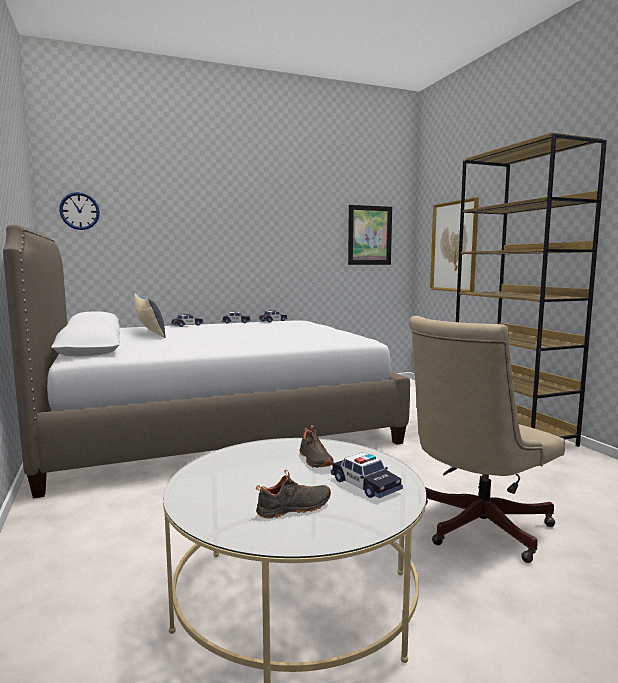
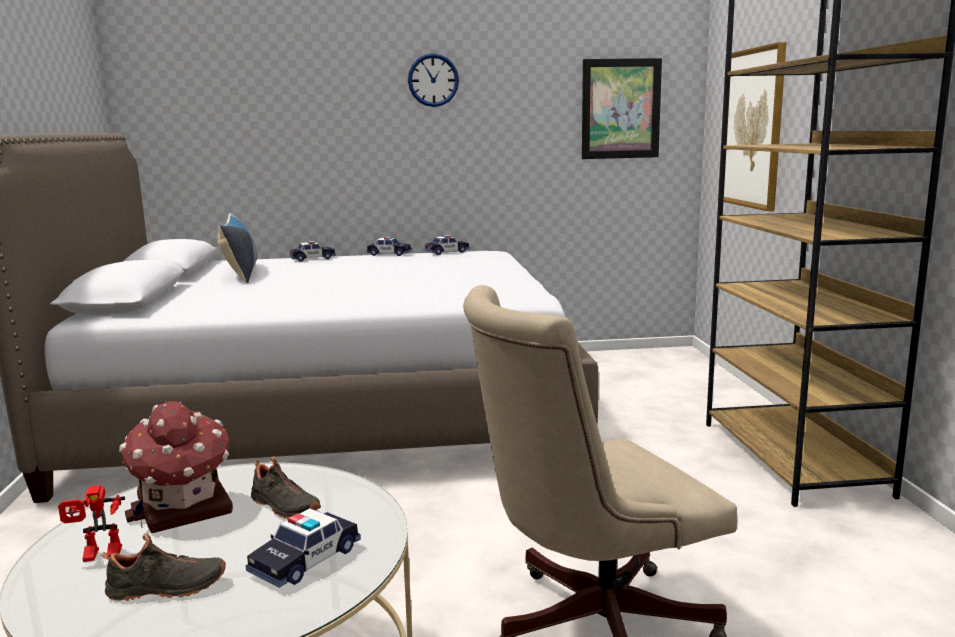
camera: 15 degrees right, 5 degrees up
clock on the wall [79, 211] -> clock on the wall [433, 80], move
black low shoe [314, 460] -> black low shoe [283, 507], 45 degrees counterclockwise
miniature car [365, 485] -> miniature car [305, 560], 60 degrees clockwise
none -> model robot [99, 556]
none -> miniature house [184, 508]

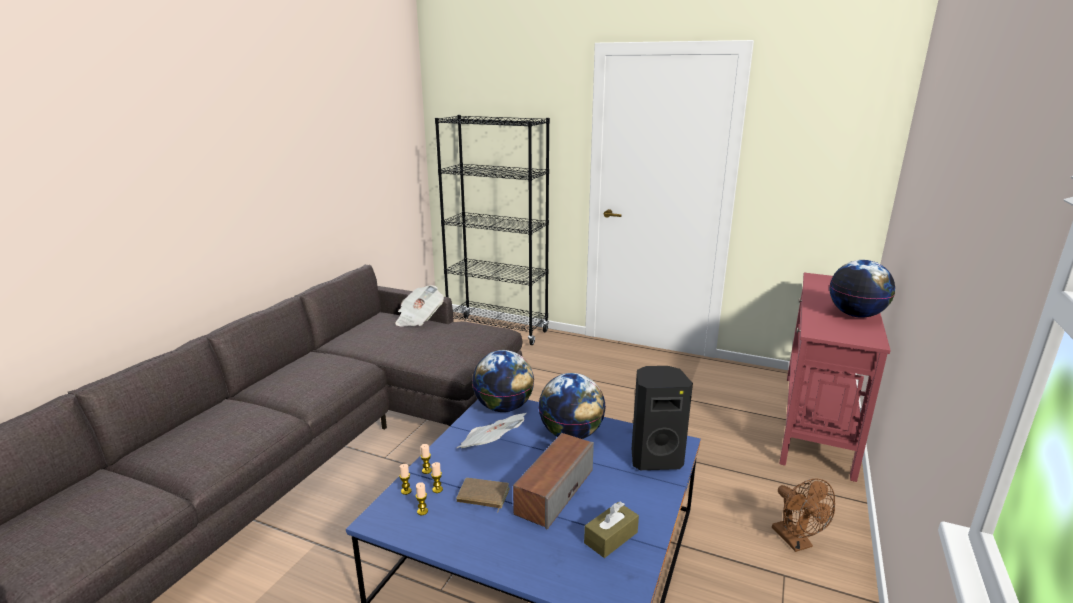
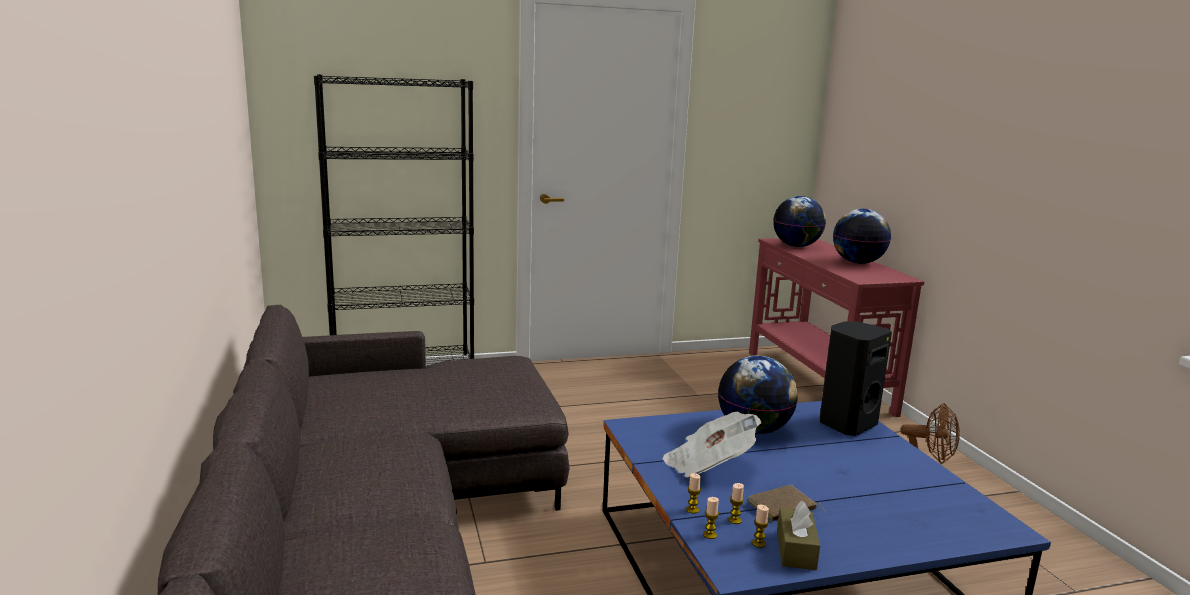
camera: 40 degrees left, 5 degrees down
newspaper [419, 319] -> none
globe [504, 407] -> globe [796, 246], move
audio speaker [554, 491] -> none
brownish box of tissues [611, 537] -> brownish box of tissues [796, 550], move

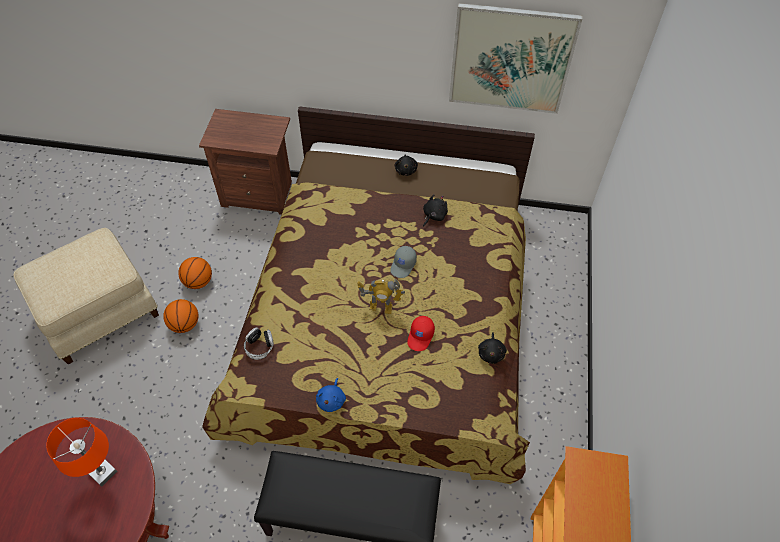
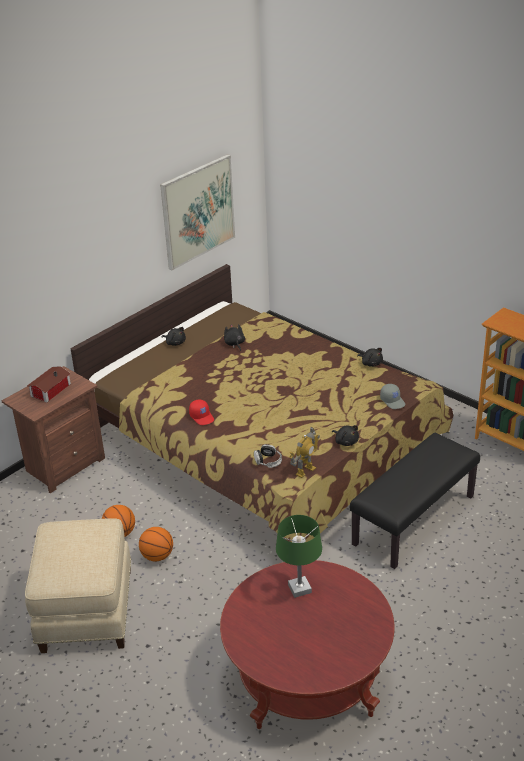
camera: 55 degrees left, 20 degrees down
orange-coloured table lamp [103, 473] -> greenish table lamp [300, 588]
blue-coloured cuddly toy [332, 400] -> black cuddly toy [346, 441]
model robot [381, 307] -> model robot [305, 471], move
grey cap [403, 265] -> grey cap [393, 401], move
reddish cap [421, 336] -> reddish cap [202, 417], move
none -> miniature house [49, 390]

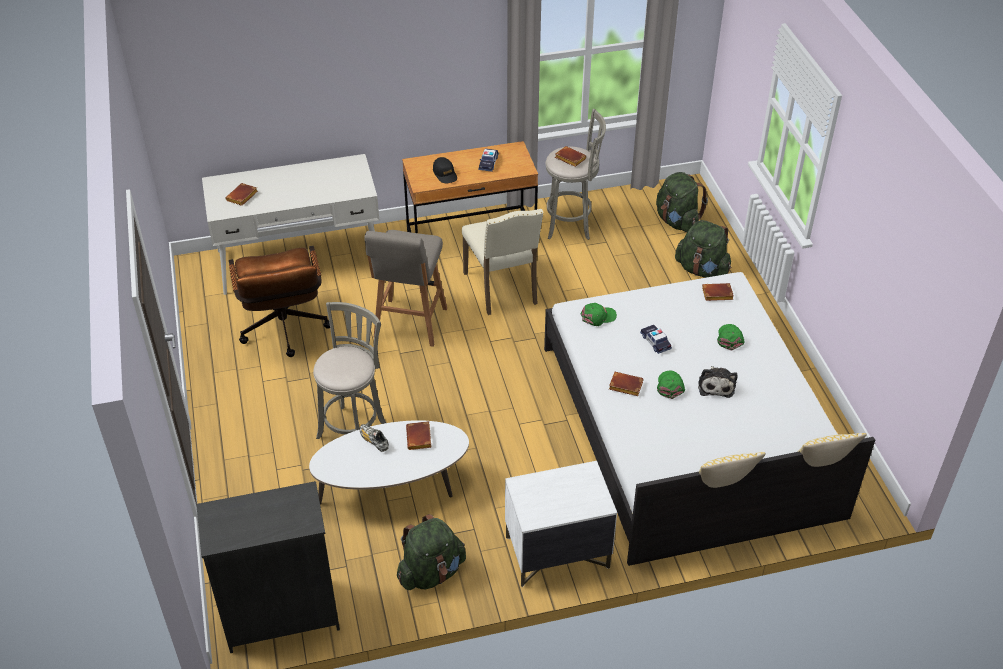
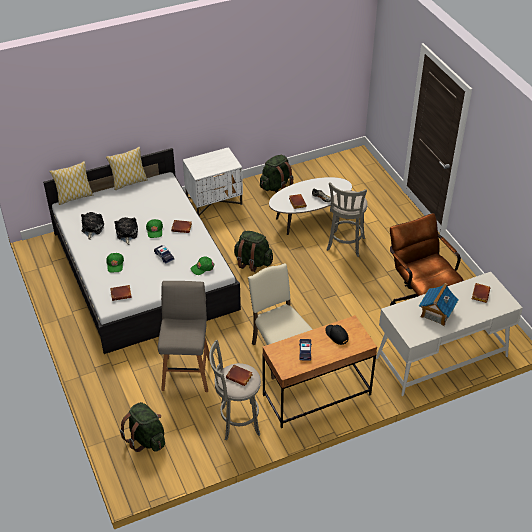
camera: 170 degrees right, 0 degrees up
black chest of drawers [281, 615] -> none
grey sitting stool [409, 324] -> grey sitting stool [187, 372], move
greenish knapsack [702, 270] -> greenish knapsack [252, 262], move
none -> cuddly toy [92, 229]
none -> miniature house [436, 313]

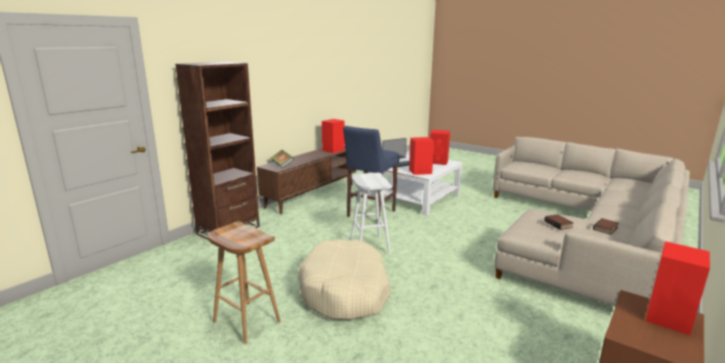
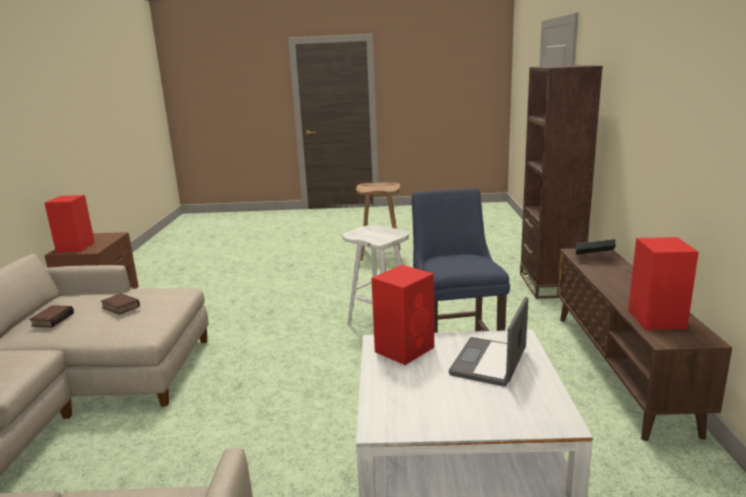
camera: 145 degrees right, 0 degrees up
sand-coloured dog cushion [345, 291] -> none
reddish audio speaker [439, 162] -> none

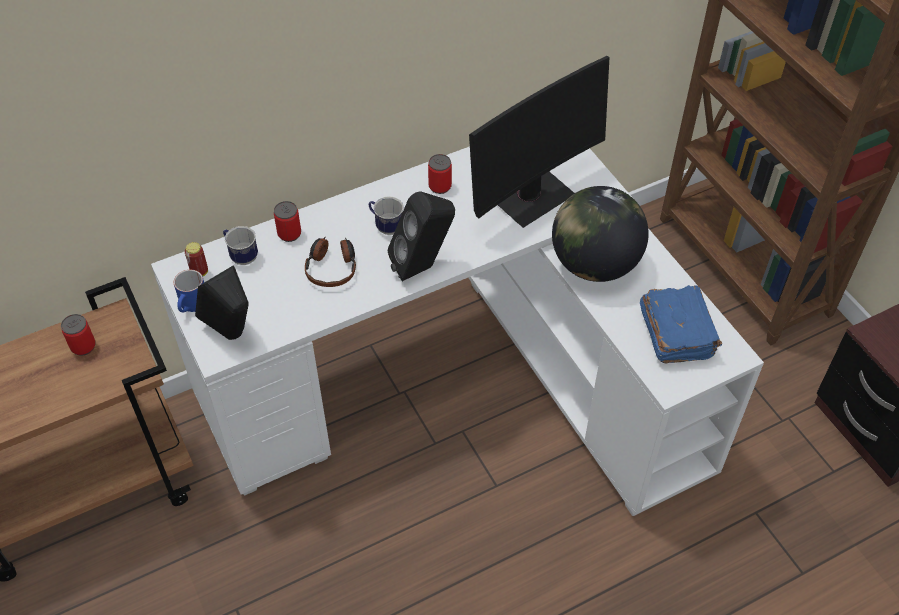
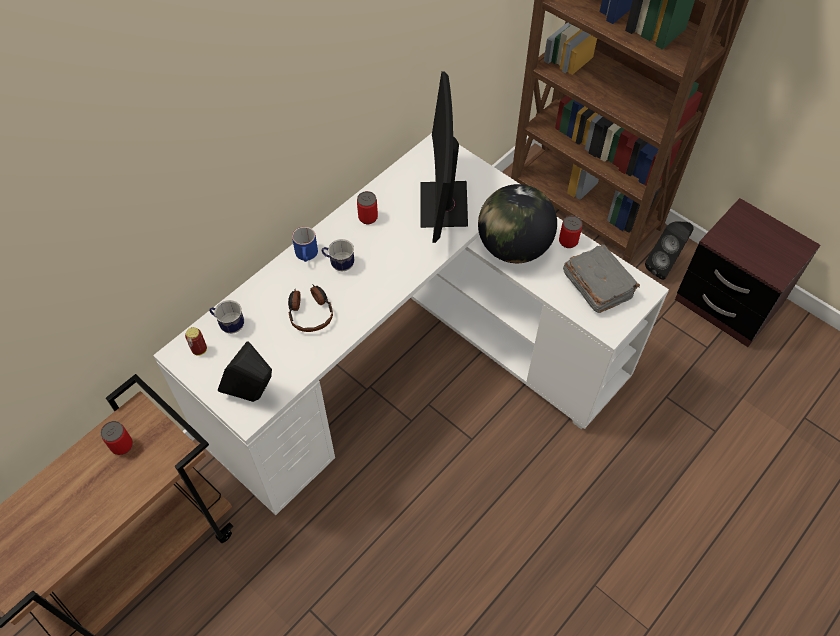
camera: 20 degrees left, 5 degrees up
blue-coloured mug [192, 305] -> blue-coloured mug [307, 255], move
metal can [289, 234] -> metal can [568, 241], move
black audio speaker [423, 266] -> black audio speaker [664, 266], move
monitor [530, 196] -> monitor [443, 205], 150 degrees clockwise
blue-coloured bound book [676, 333] -> grey bound book [597, 285]

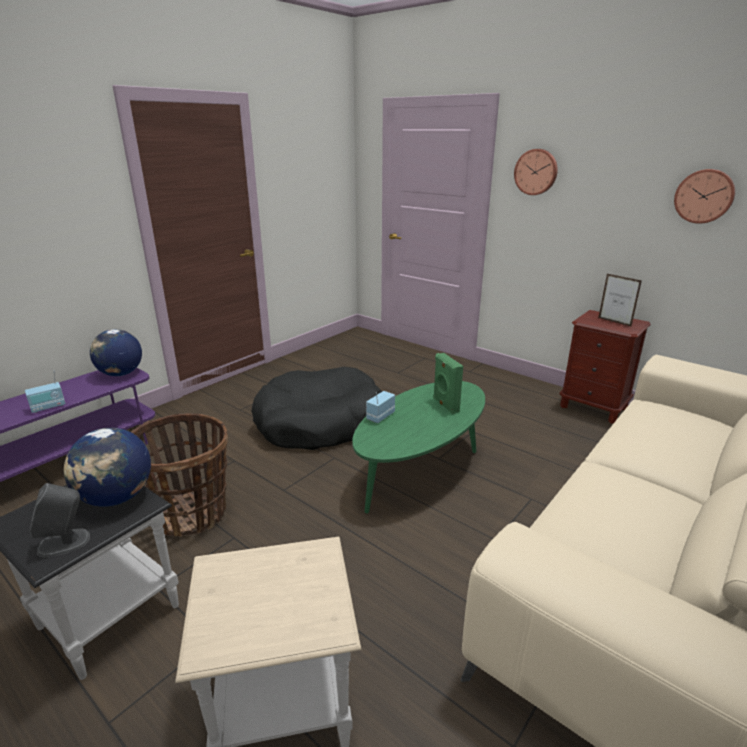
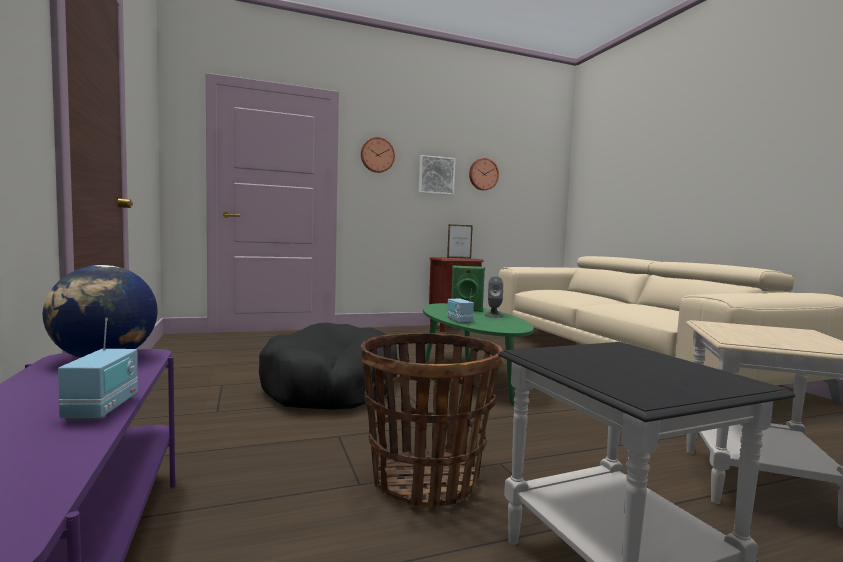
camera: 60 degrees left, 20 degrees down
grey audio speaker [64, 543] -> grey audio speaker [493, 315], move
globe [116, 498] -> none
none -> picture [436, 175]

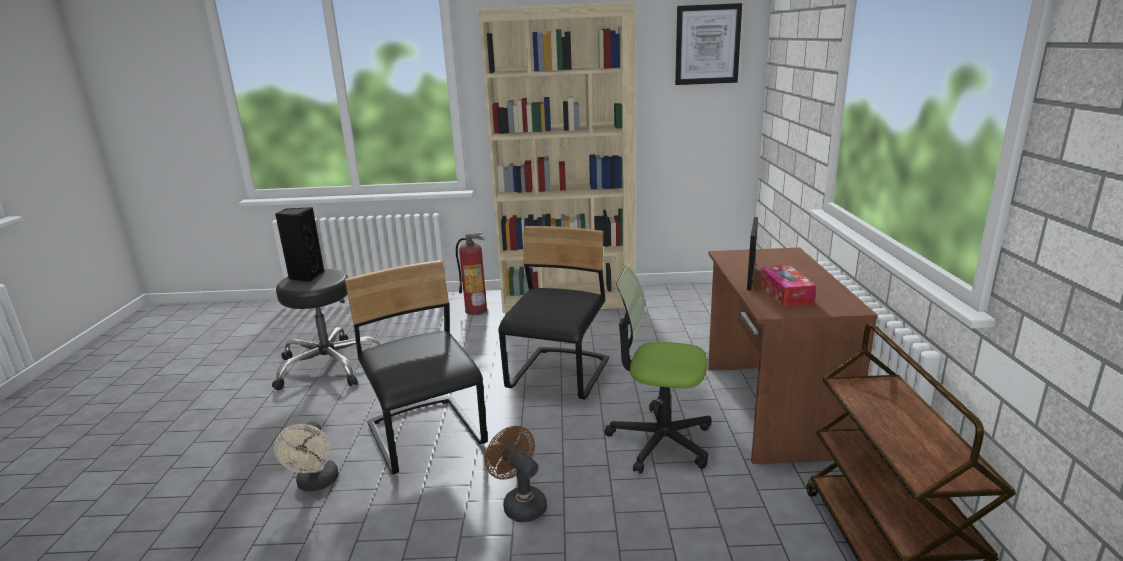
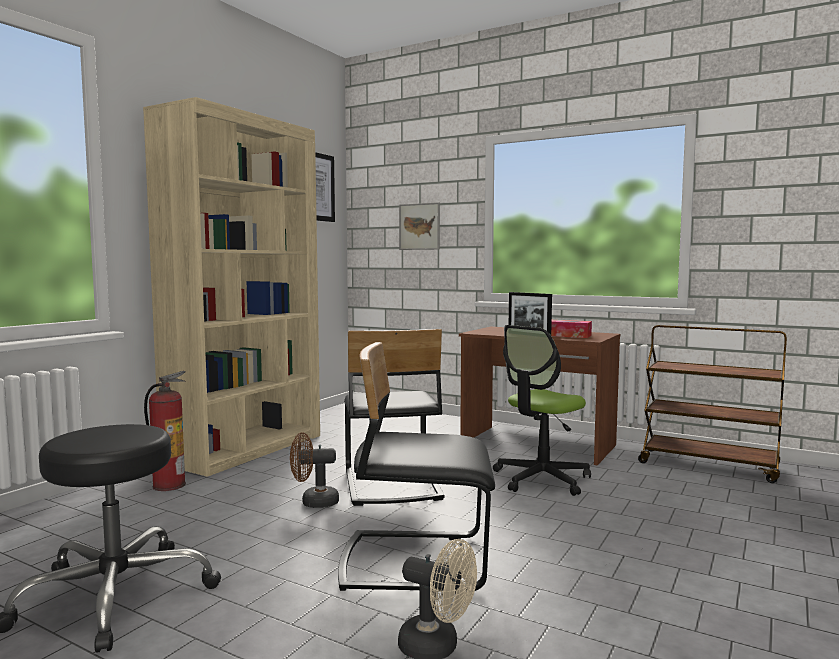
camera: 60 degrees left, 15 degrees down
black audio speaker [306, 276] -> none
brownish cooling fan [520, 504] -> brownish cooling fan [313, 502], move
black chair [560, 376] -> black chair [390, 484], 150 degrees counterclockwise
none -> picture [419, 226]

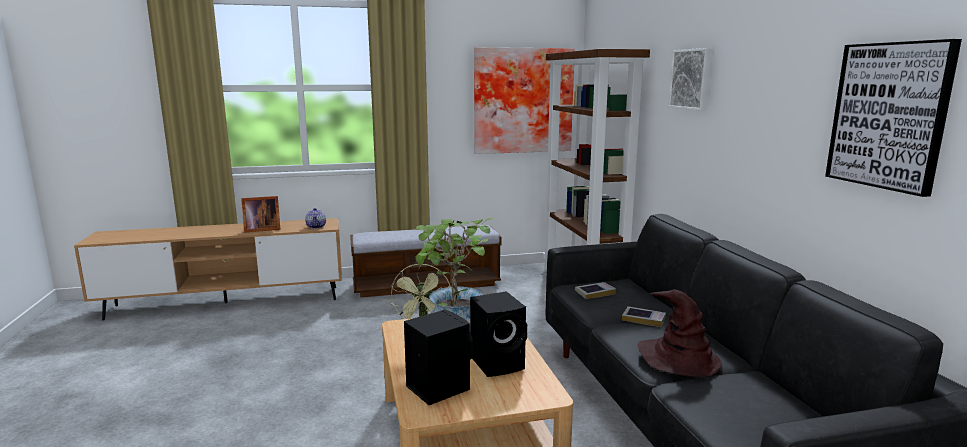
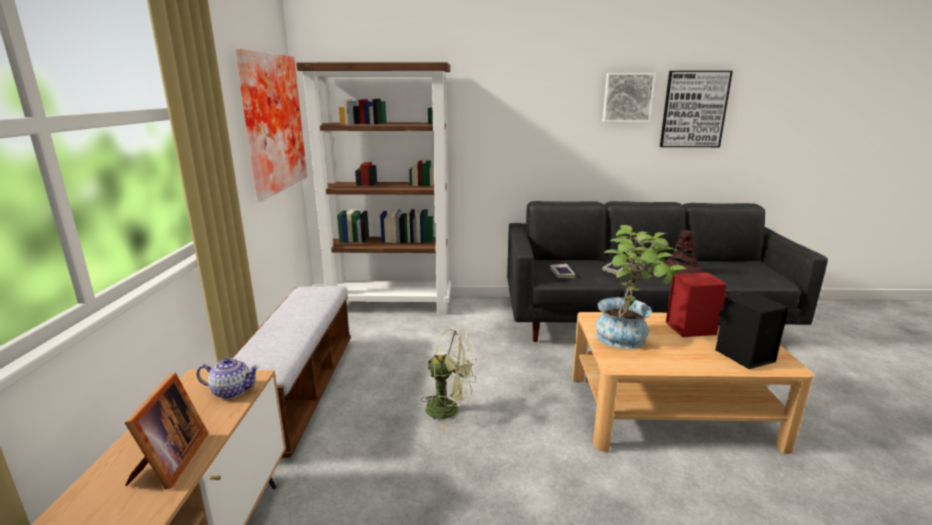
camera: 75 degrees left, 5 degrees up
black audio speaker [499, 363] -> reddish audio speaker [690, 328]
picture [692, 79] -> picture [627, 97], move

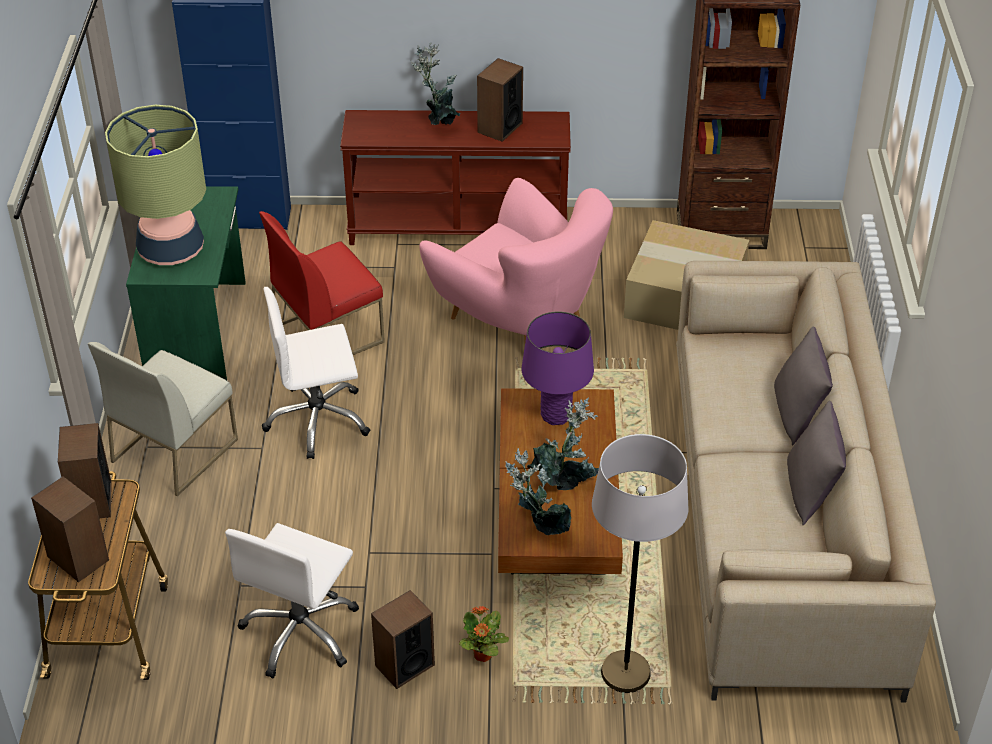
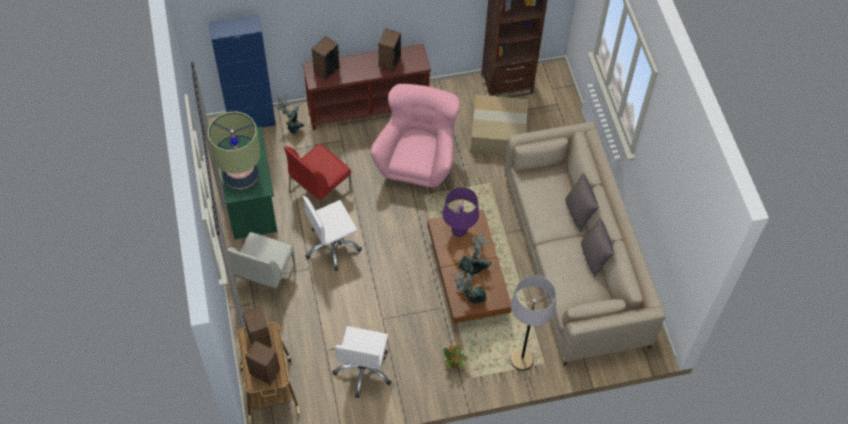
camera: 15 degrees left, 15 degrees up
audio speaker [404, 665] -> audio speaker [326, 69], move
houseplant [439, 122] -> houseplant [292, 127], move
pinkish easy chair [519, 321] -> pinkish easy chair [417, 164], 105 degrees counterclockwise

